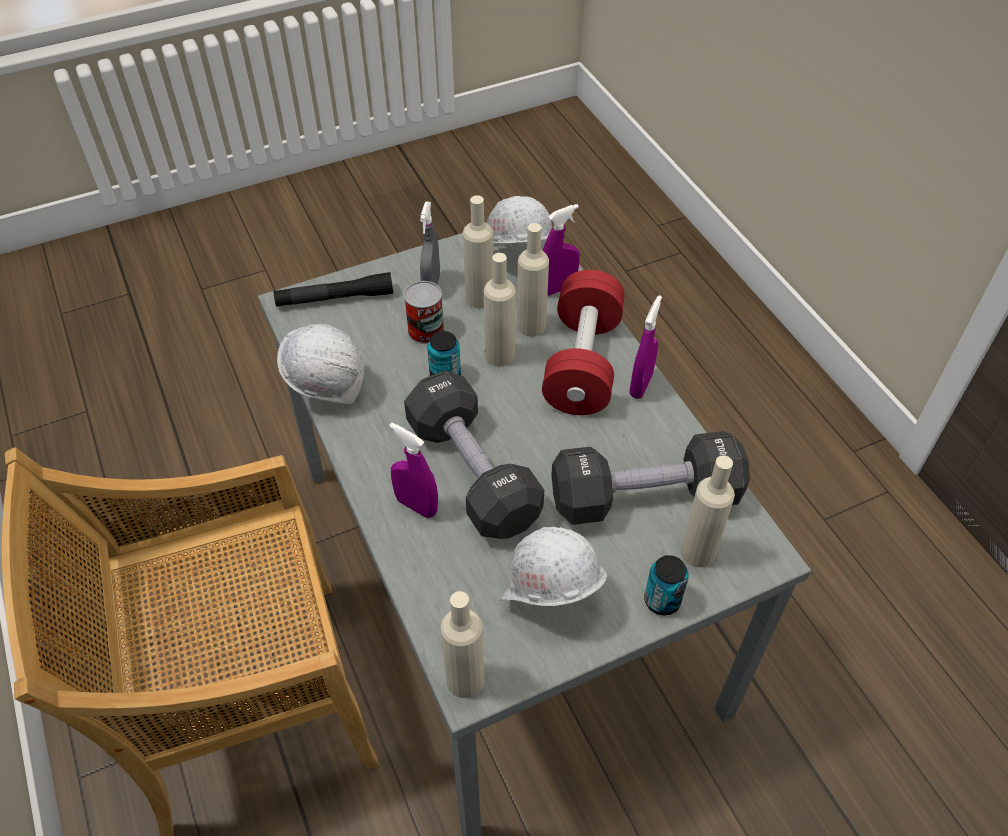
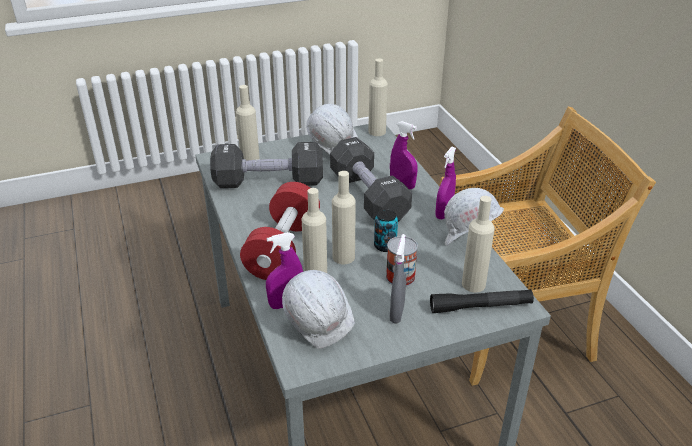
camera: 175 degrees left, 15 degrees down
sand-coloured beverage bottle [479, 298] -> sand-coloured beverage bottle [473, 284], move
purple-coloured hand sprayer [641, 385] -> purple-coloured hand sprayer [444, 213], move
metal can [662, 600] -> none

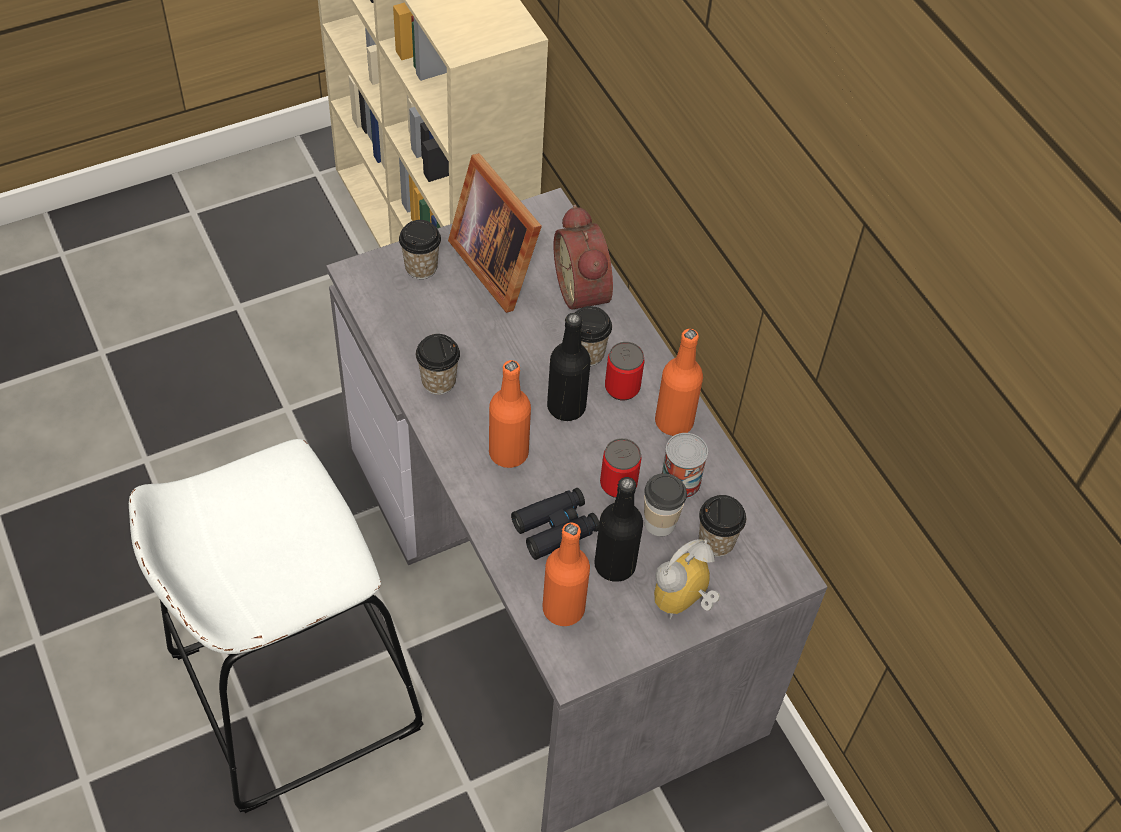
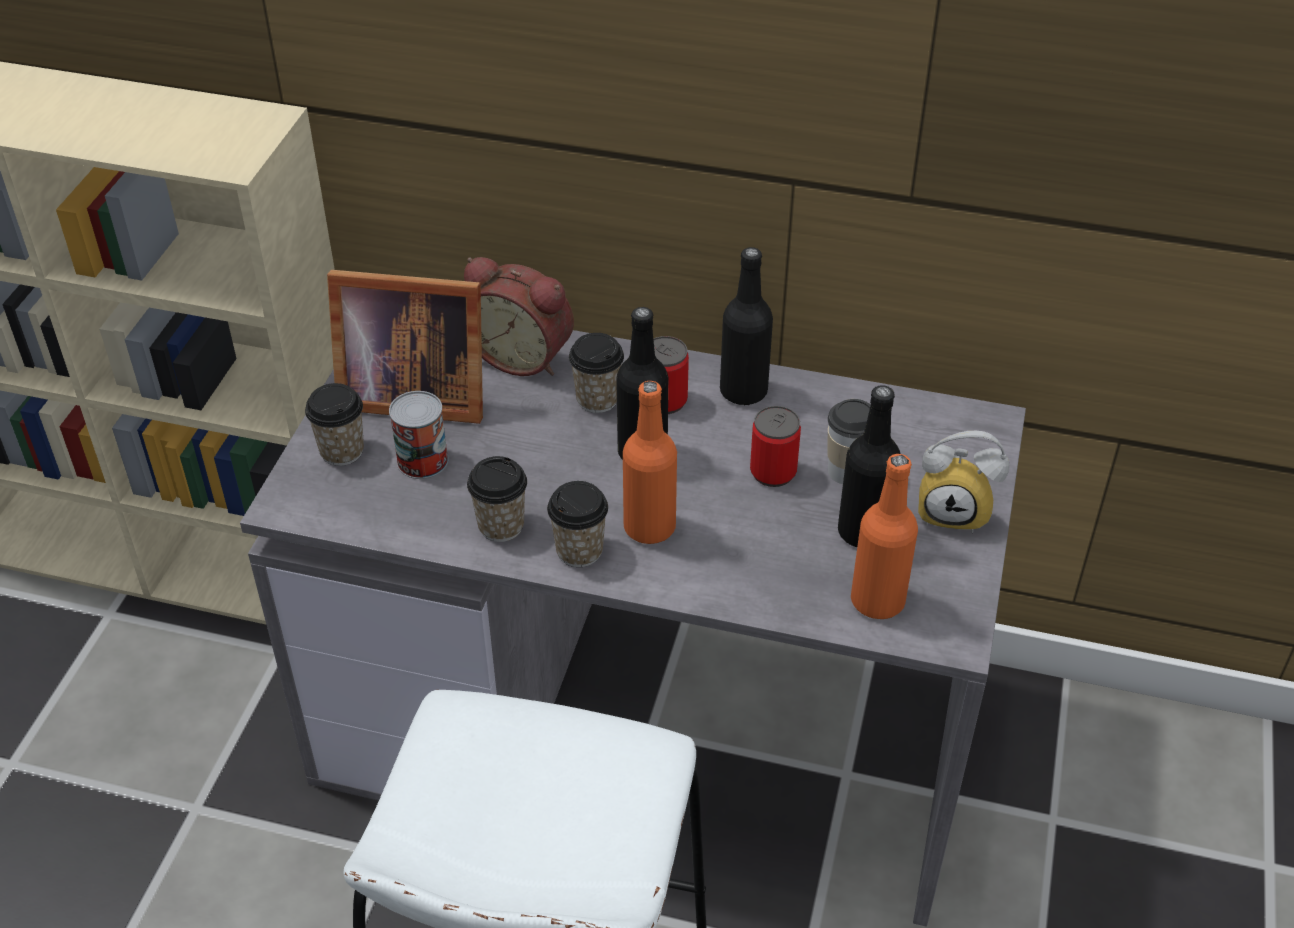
camera: 45 degrees left, 10 degrees down
black binoculars [556, 528] -> none
table clock [684, 604] -> table clock [955, 511], 75 degrees counterclockwise
orange-coloured beverage bottle [674, 422] -> black beverage bottle [743, 391]
metal can [680, 482] -> metal can [422, 461], move
cup [716, 542] -> cup [579, 551], move

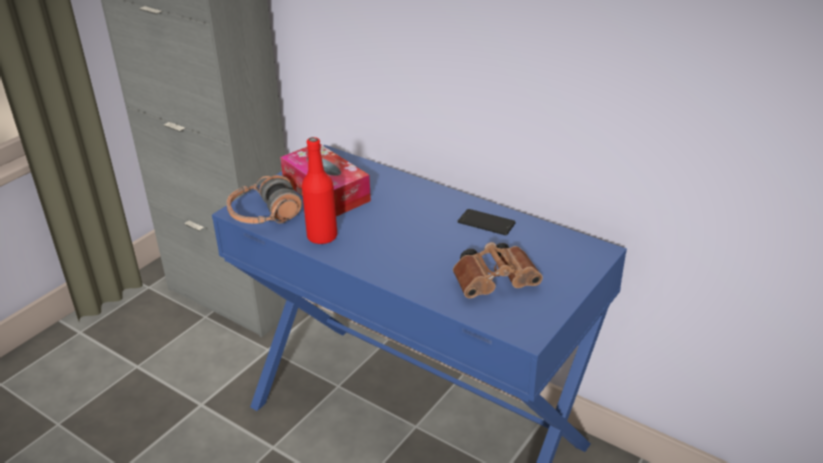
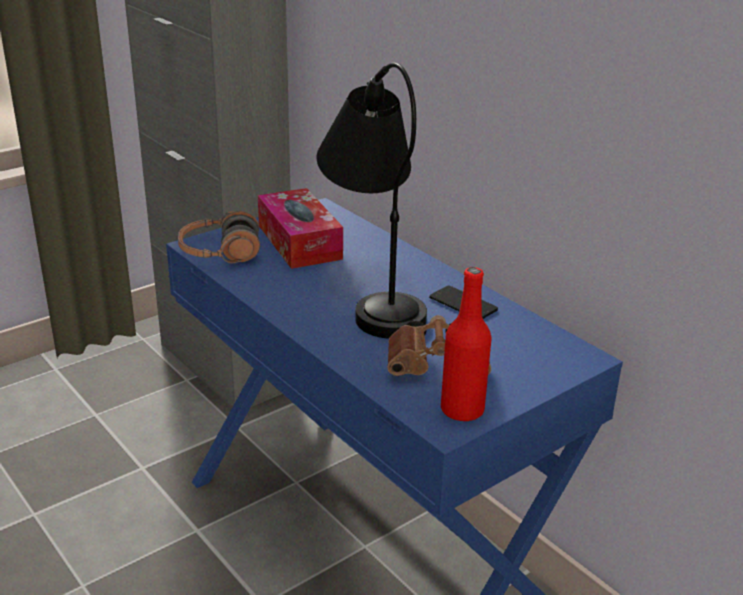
camera: 15 degrees right, 5 degrees down
reddish beverage bottle [322, 237] -> reddish beverage bottle [462, 410], move
none -> black table lamp [374, 296]

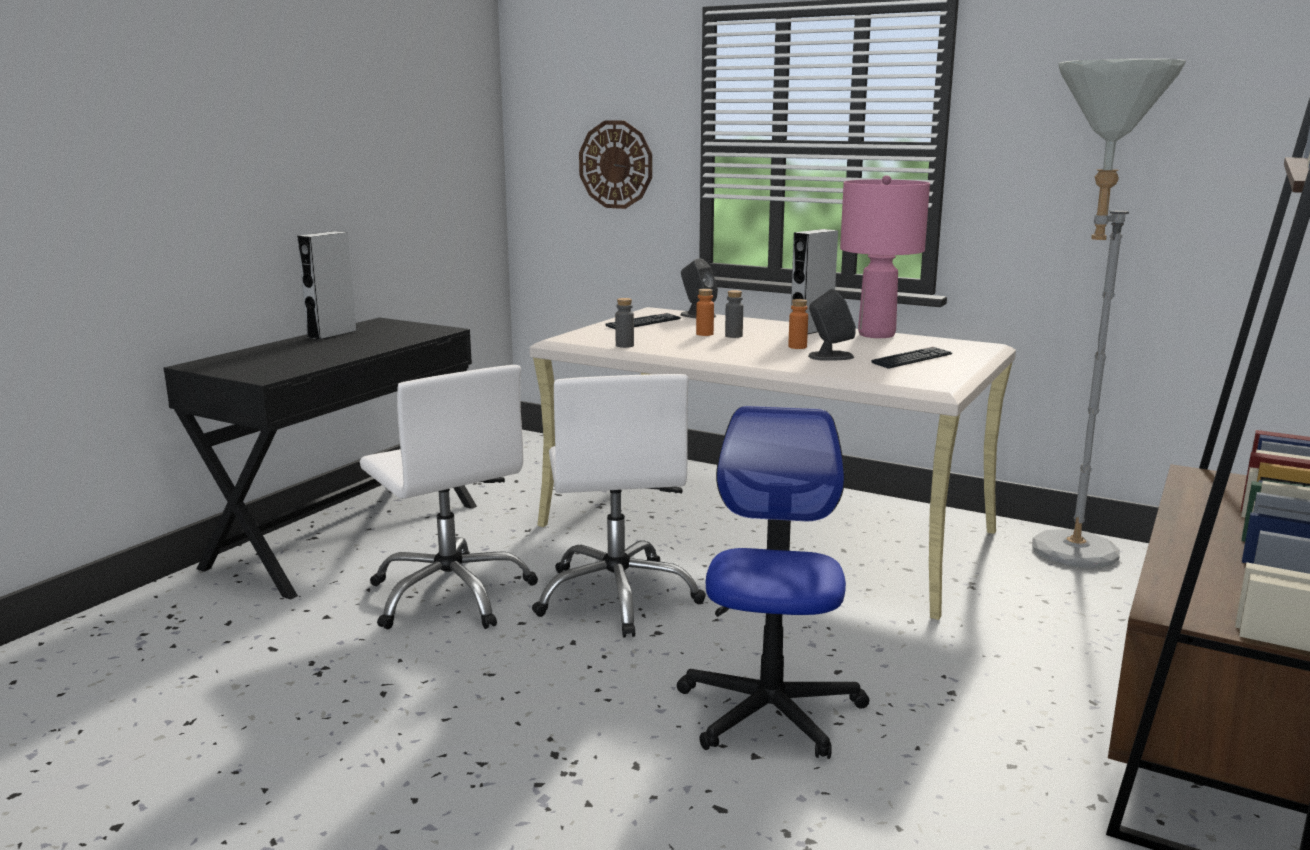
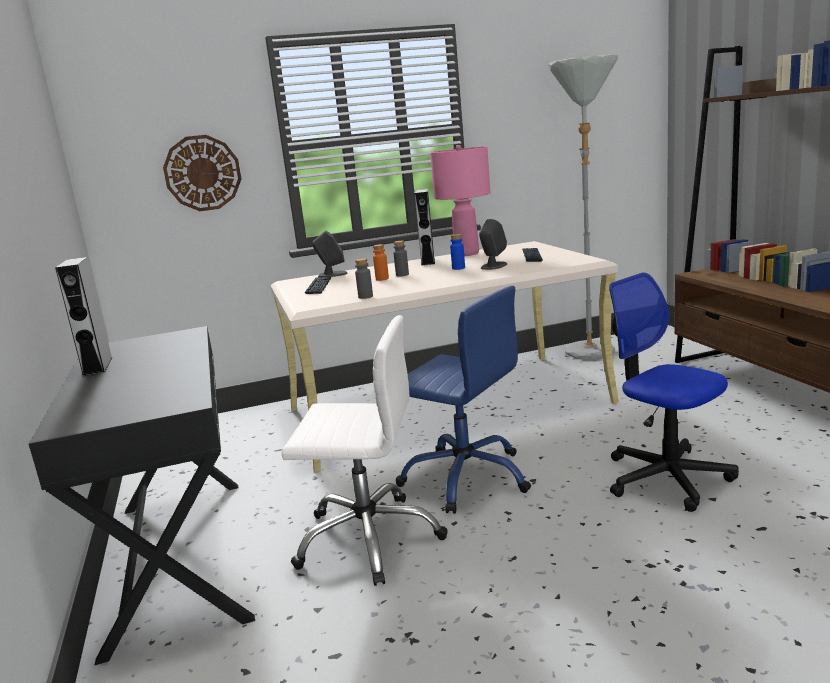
camera: 45 degrees left, 0 degrees up
white desk chair [618, 596] -> blue-coloured desk chair [466, 477]
orange-coloured beverage bottle [797, 347] -> blue-coloured beverage bottle [458, 268]

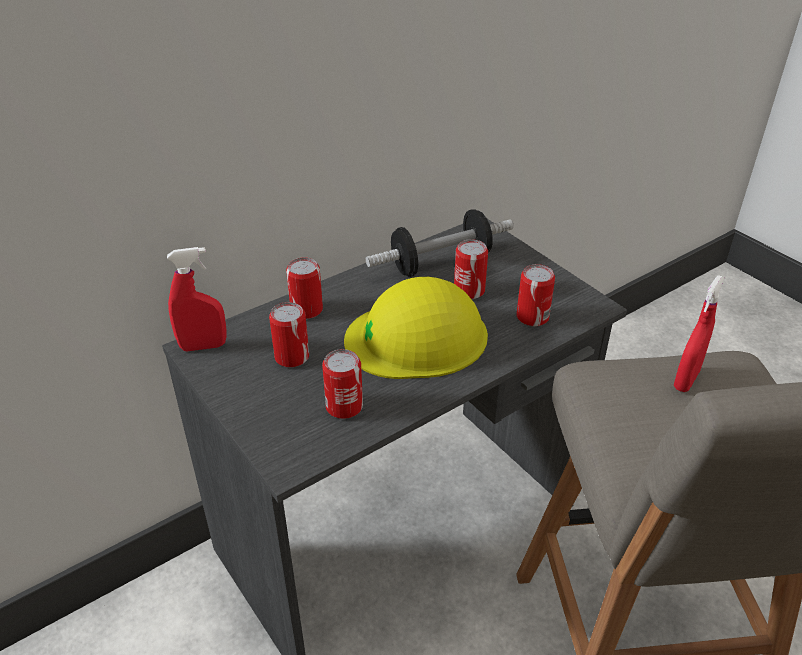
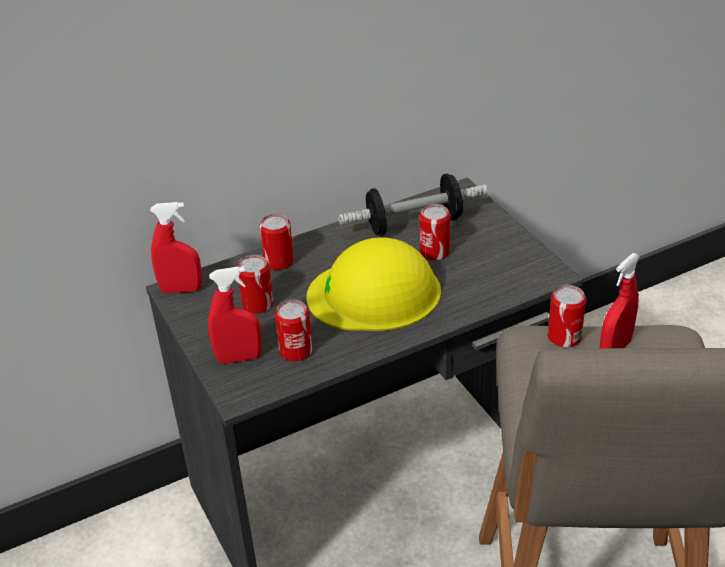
camera: 10 degrees right, 0 degrees up
metal can [532, 317] -> metal can [564, 337], move
none -> reddish hand sprayer [239, 358]

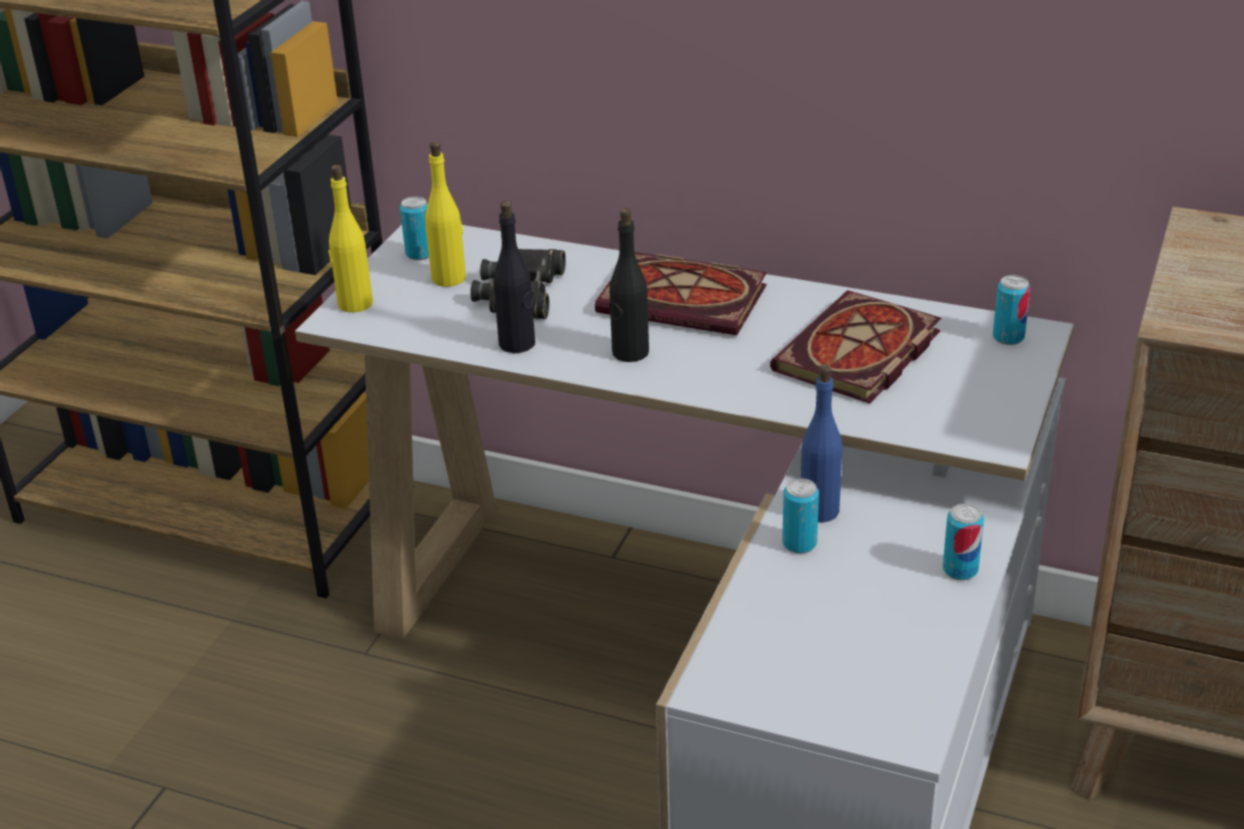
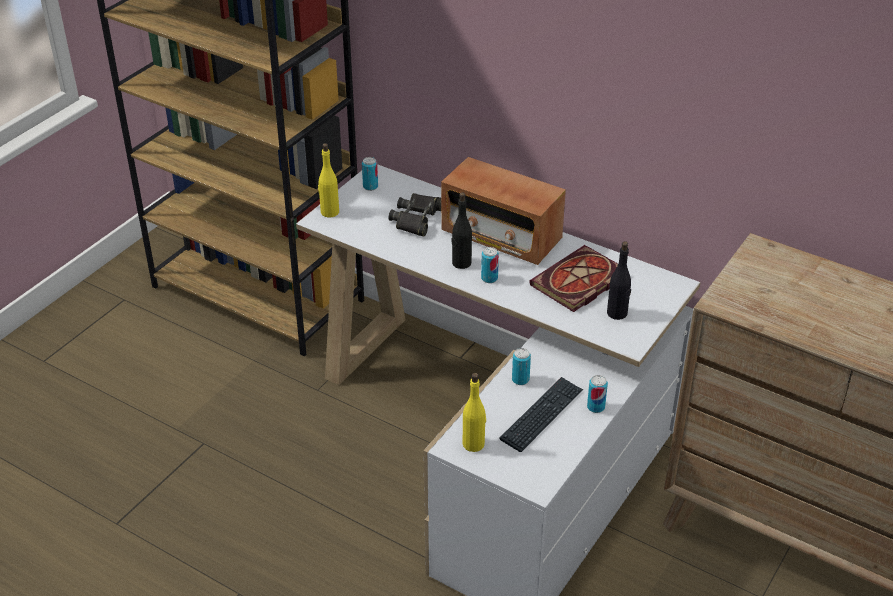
camera: 10 degrees right, 5 degrees up
yellow-coloured beverage bottle [449, 278] -> yellow-coloured beverage bottle [474, 444], move
black beverage bottle [517, 344] -> black beverage bottle [617, 313], move
bound book [687, 299] -> radio set [501, 236]
blue-coloured beverage bottle [819, 510] -> none
metal can [1008, 337] -> metal can [489, 278], move
none -> computer keyboard [542, 415]

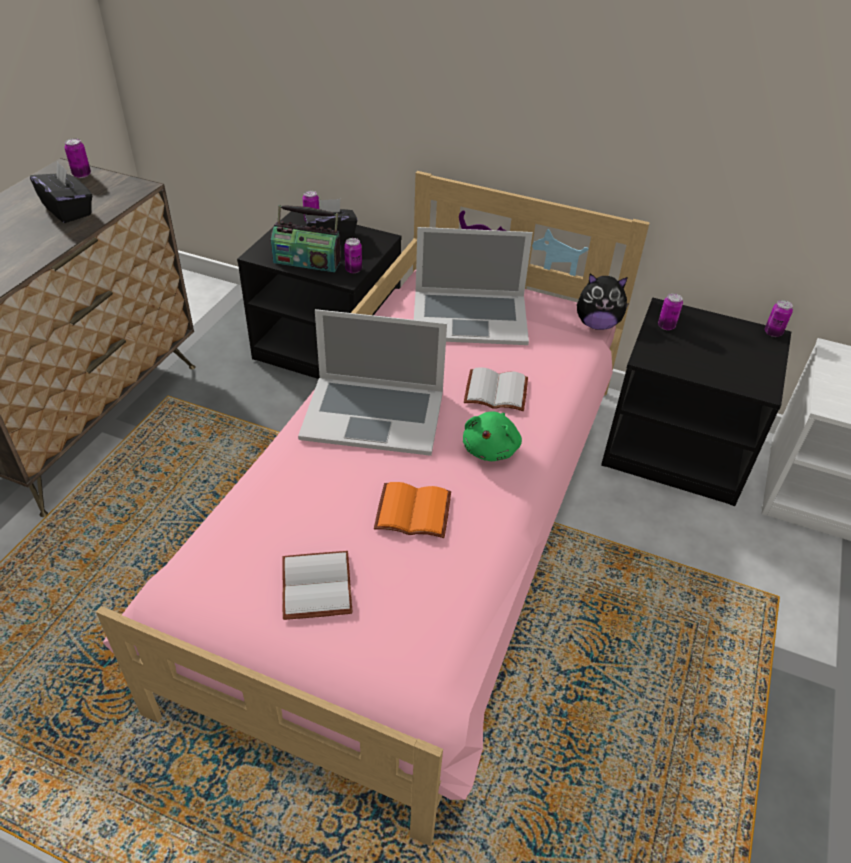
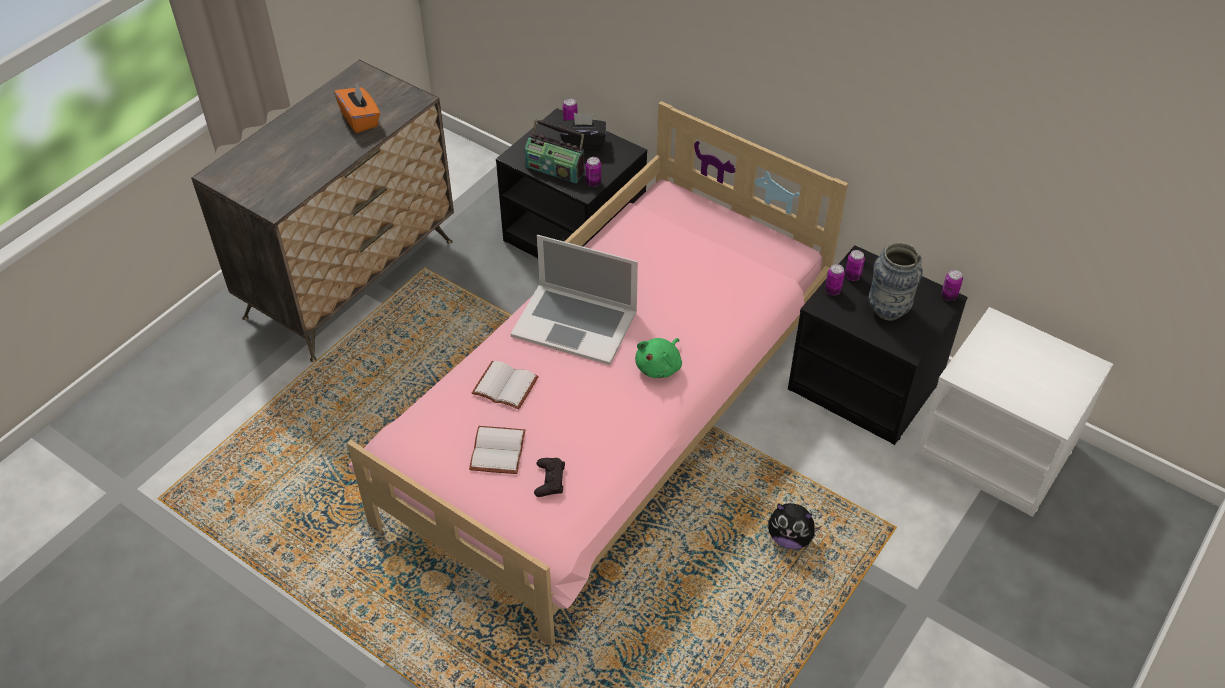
camera: 15 degrees right, 5 degrees up
black box of tissues [68, 210] -> orange-coloured box of tissues [360, 119]
metal can [82, 175] -> metal can [832, 290], move
orange-coloured bound book [414, 510] -> none
notebook computer [469, 317] -> none
white bound book [494, 393] -> white bound book [503, 387], move
cuddly toy [597, 324] -> cuddly toy [789, 538], move
none -> black game controller [549, 480]
none -> decorative vase [888, 310]

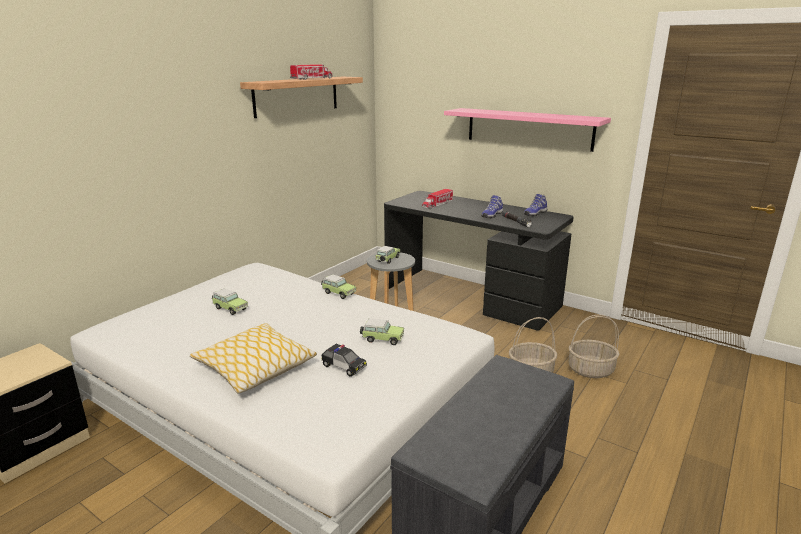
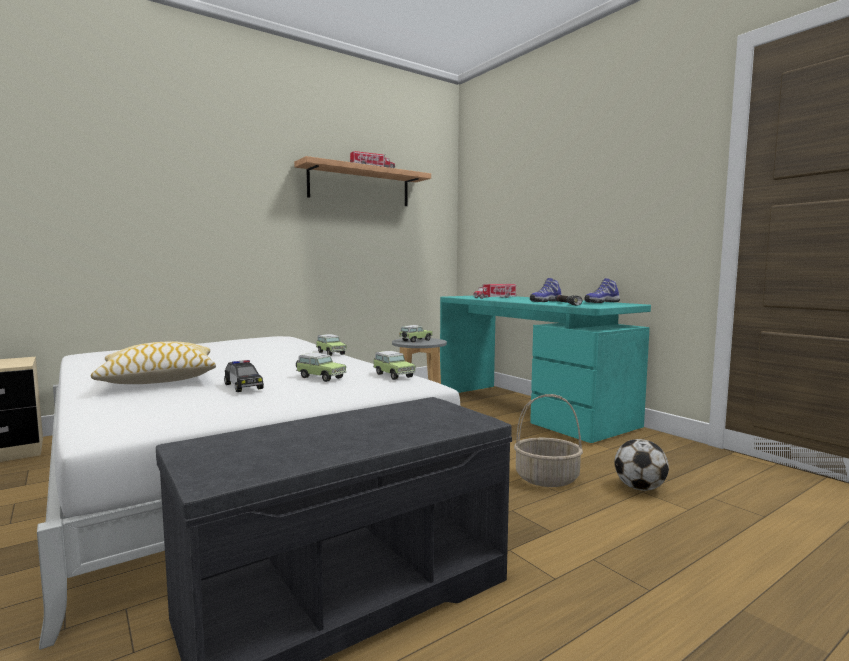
camera: 20 degrees right, 15 degrees down
miniature car [230, 308] -> miniature car [392, 375], move
black desk [470, 296] -> turquoise desk [530, 409]
pinkish shelf [528, 128] -> none
storage basket [591, 370] -> ball for football [639, 488]

